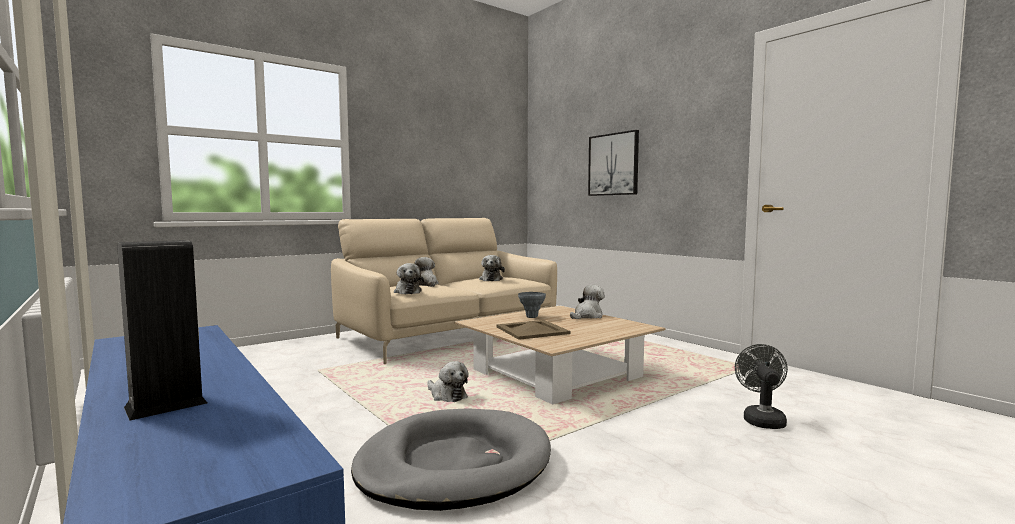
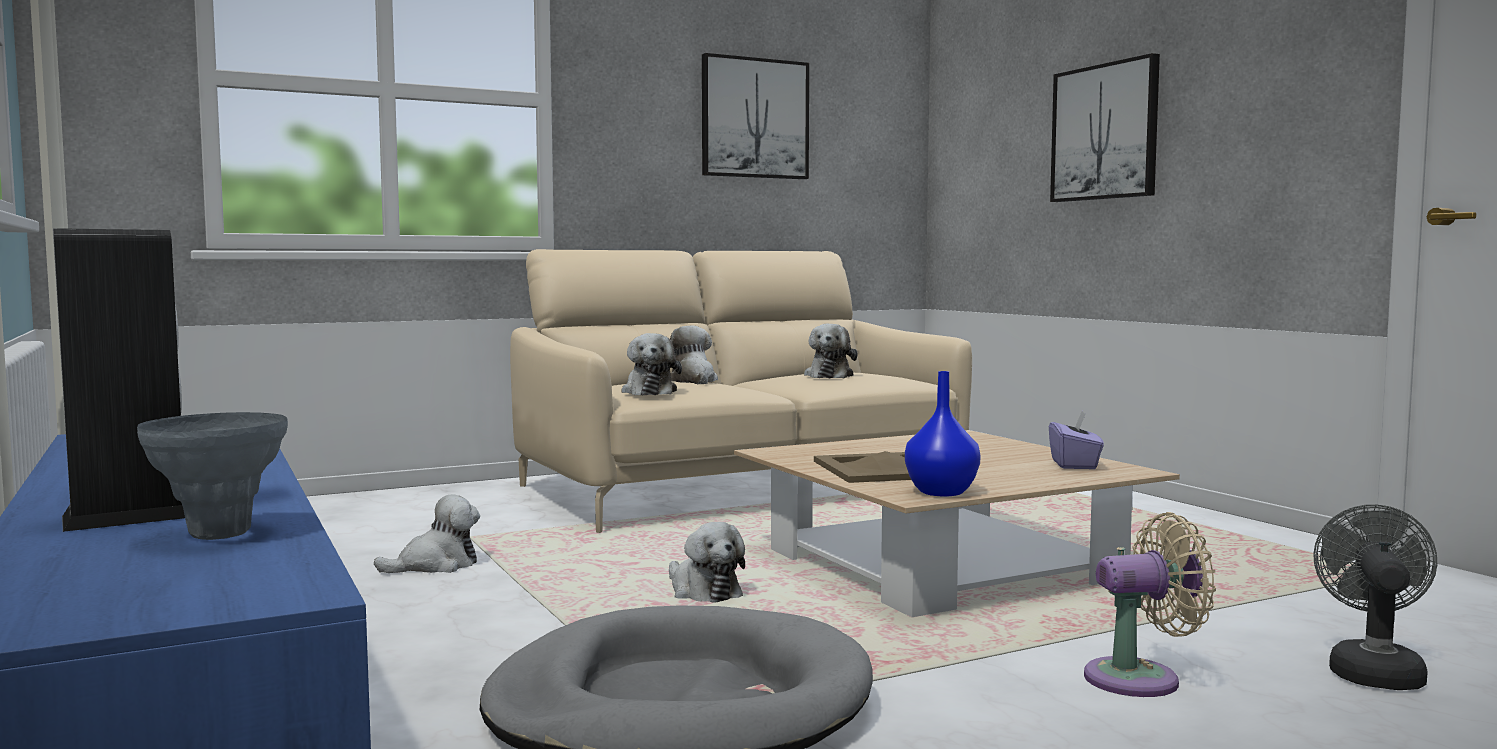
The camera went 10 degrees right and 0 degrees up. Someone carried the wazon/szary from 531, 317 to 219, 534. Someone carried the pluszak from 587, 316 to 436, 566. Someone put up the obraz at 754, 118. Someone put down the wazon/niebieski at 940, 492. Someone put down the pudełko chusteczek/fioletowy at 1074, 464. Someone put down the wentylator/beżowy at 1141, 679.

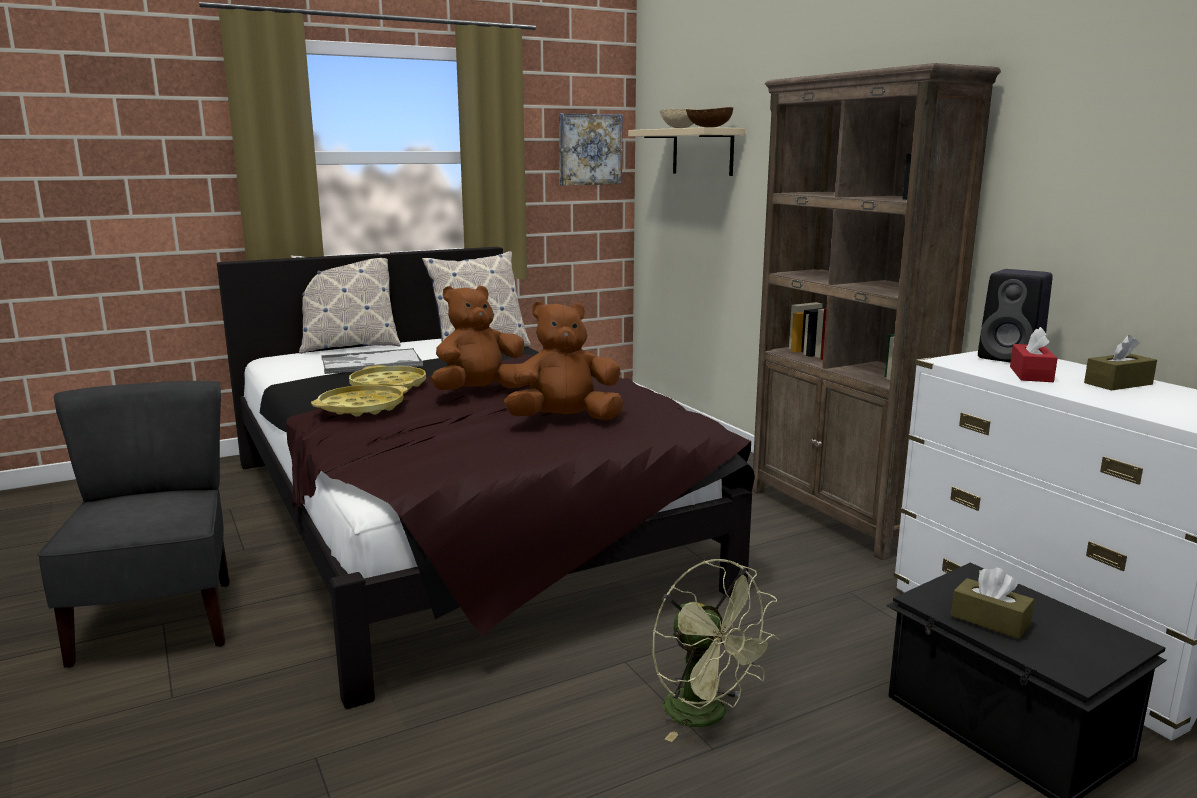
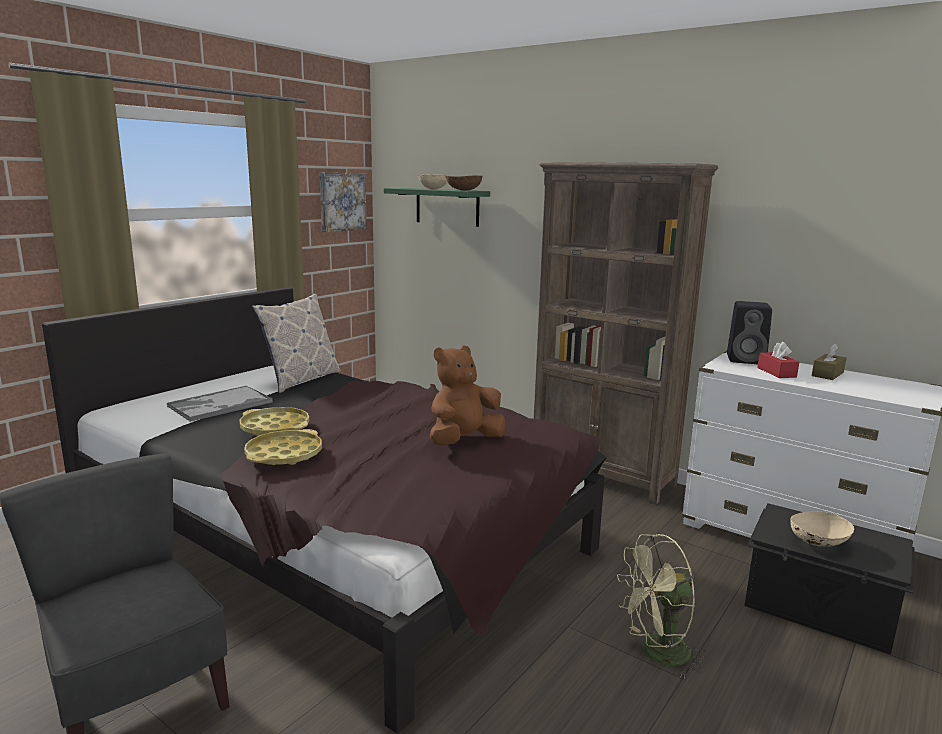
The camera went 25 degrees left and 0 degrees up. Someone repainted the półka/beżowy at 702, 152, which became the półka/zielony at 447, 207. Someone rotated the wentylator/zielony at 707, 716 by 135 degrees clockwise. Someone swapped the pudełko chusteczek/brązowy at 990, 620 for the miska/beżowy at 818, 543. Someone took away the poduszka at 349, 346. Someone took away the pluszak/brązowy at 479, 392.

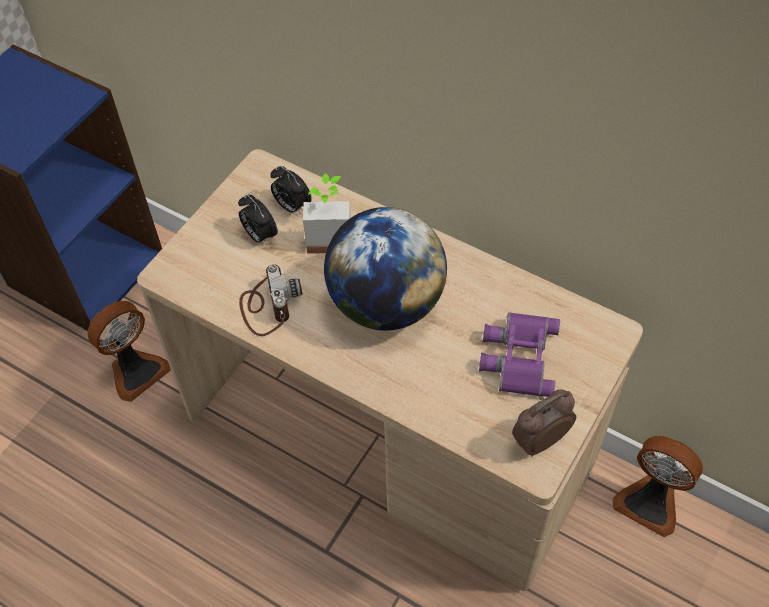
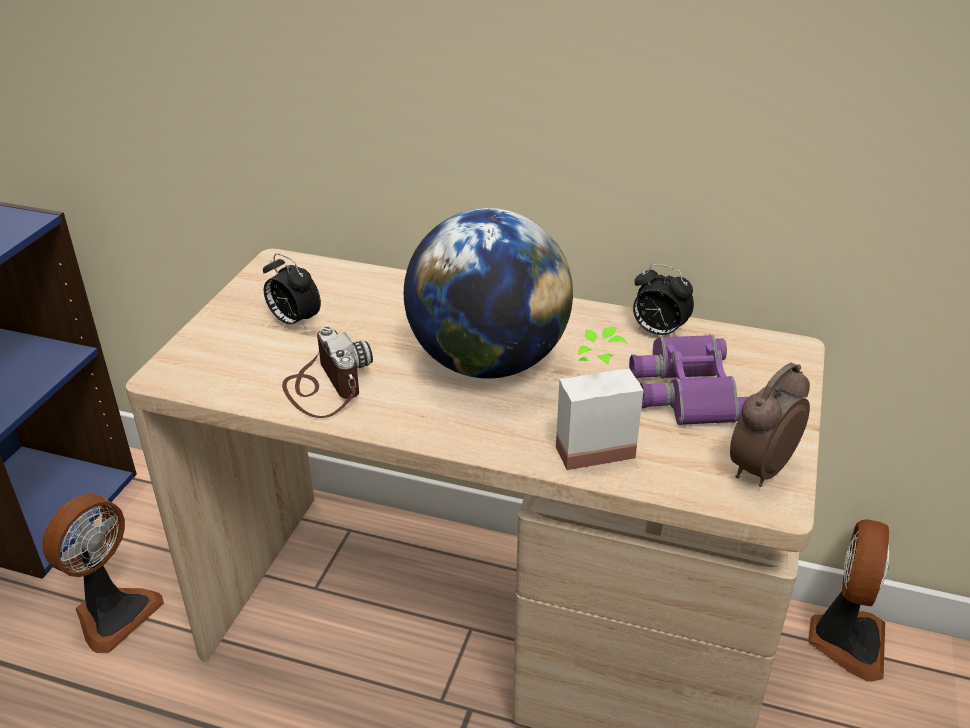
The camera went 15 degrees left and 20 degrees down. Someone carried the roślina doniczkowa from 329, 236 to 590, 443. Someone carried the budzik from 291, 206 to 657, 332. Someone rotated the wentylator at 650, 502 by 90 degrees counterclockwise.

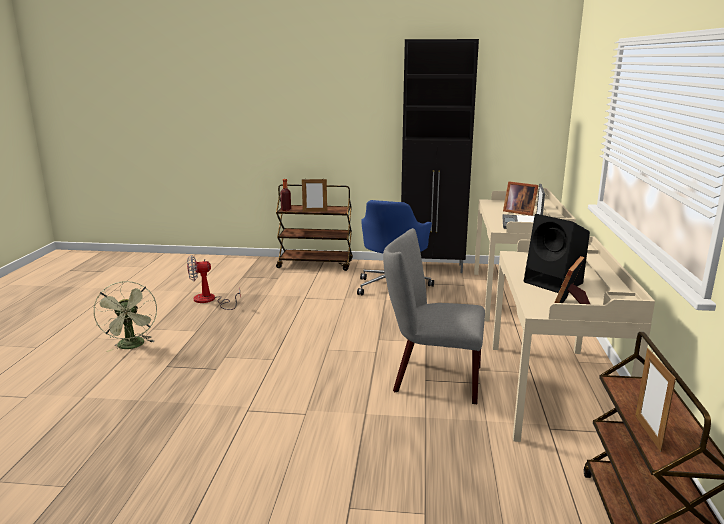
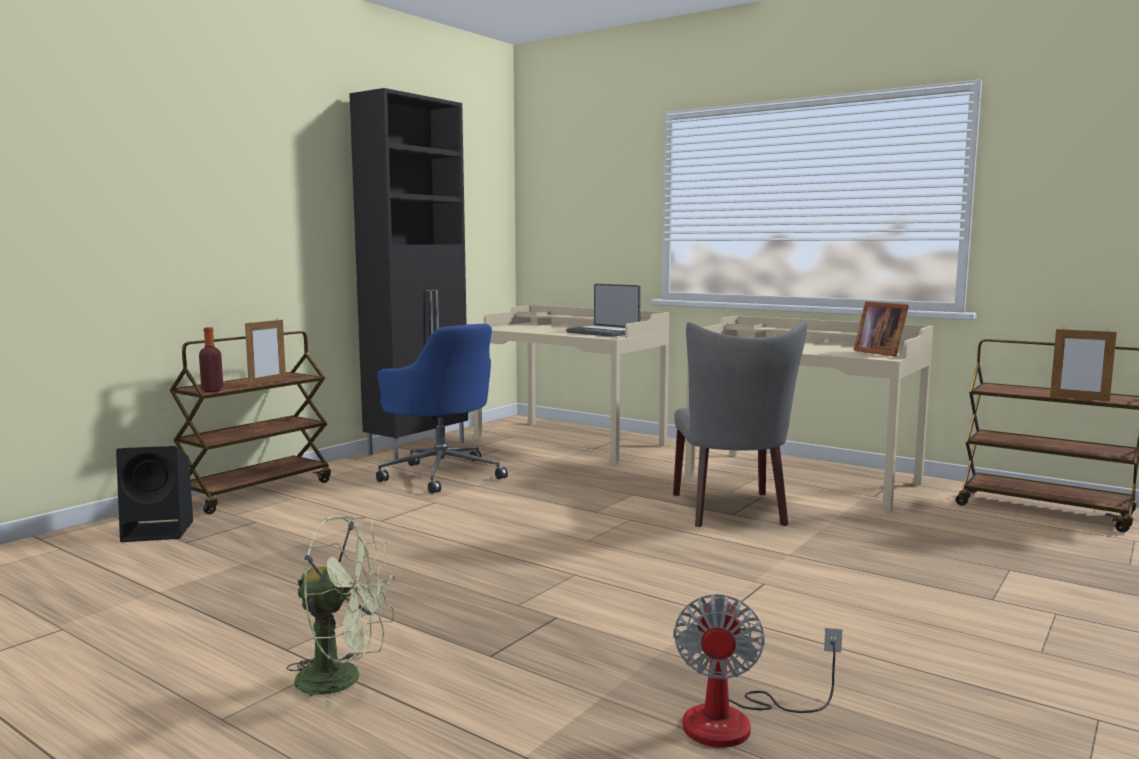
The camera went 60 degrees left and 10 degrees down. Someone carried the głośnik/czarny from 554, 283 to 160, 531. Someone rotated the krzesło/szary at 431, 379 by 45 degrees counterclockwise. Someone carried the wentylator from 210, 300 to 738, 721. Someone took away the ramka na zdjęcie at 518, 212.

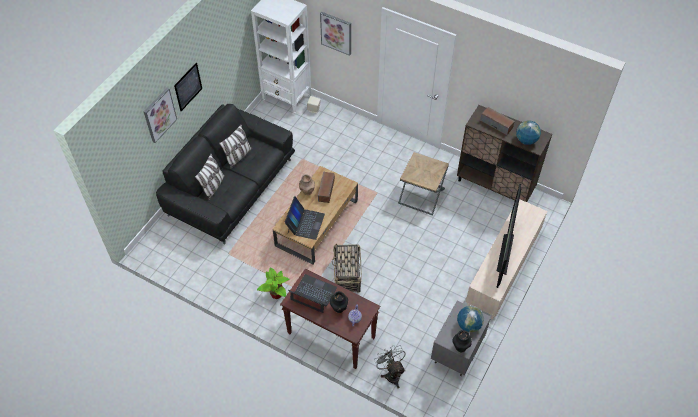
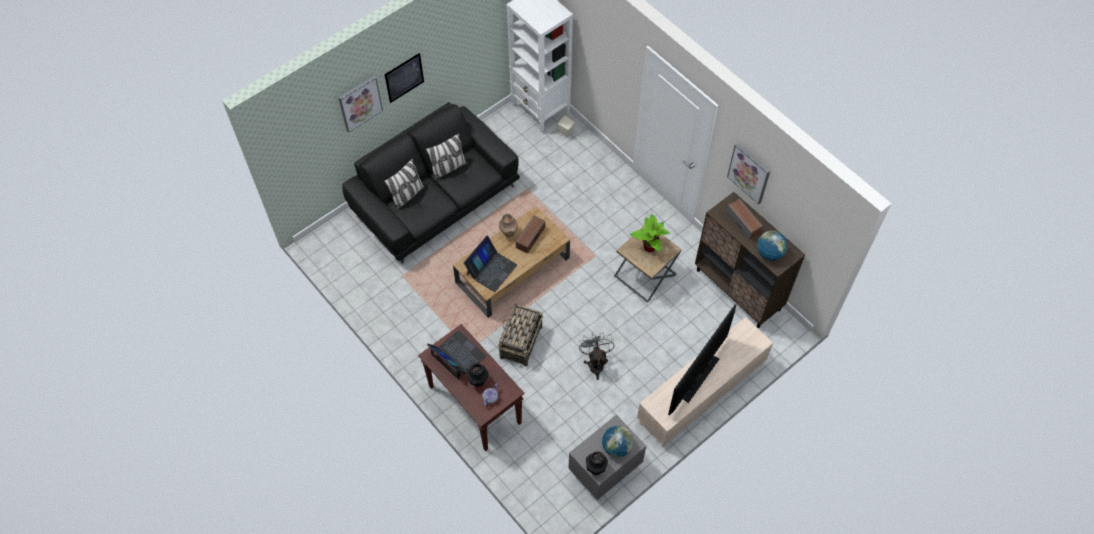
The camera went 20 degrees right and 5 degrees up. Someone carried the wentylator/szary from 391, 374 to 596, 363. Someone carried the roślina doniczkowa from 276, 294 to 649, 246. Someone carried the obraz from 336, 33 to 749, 173.

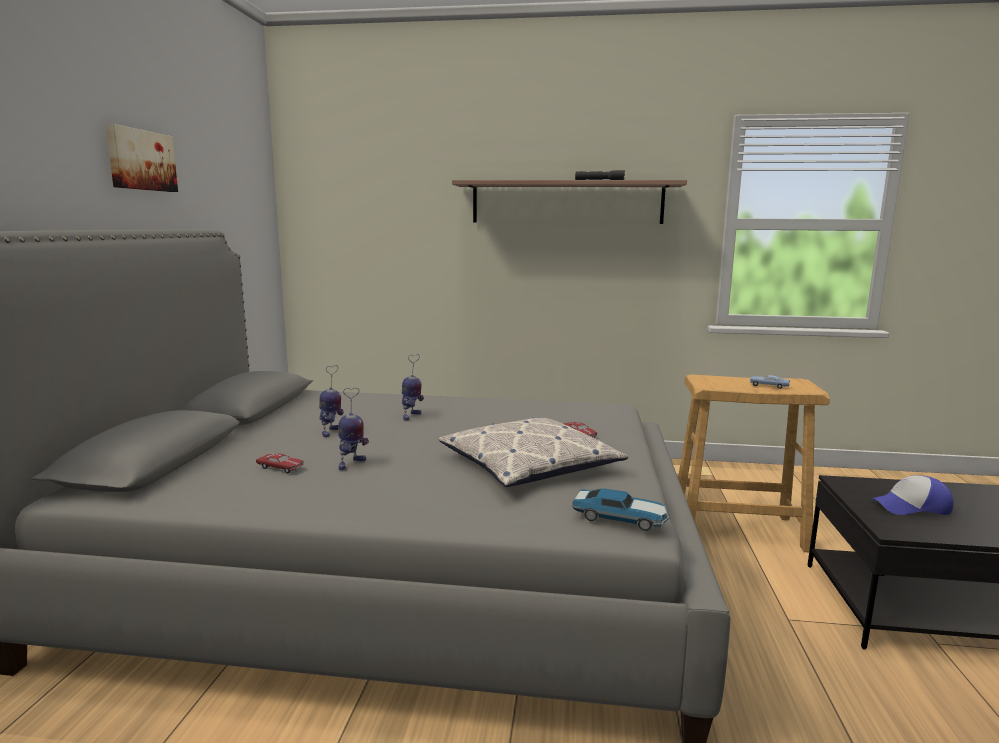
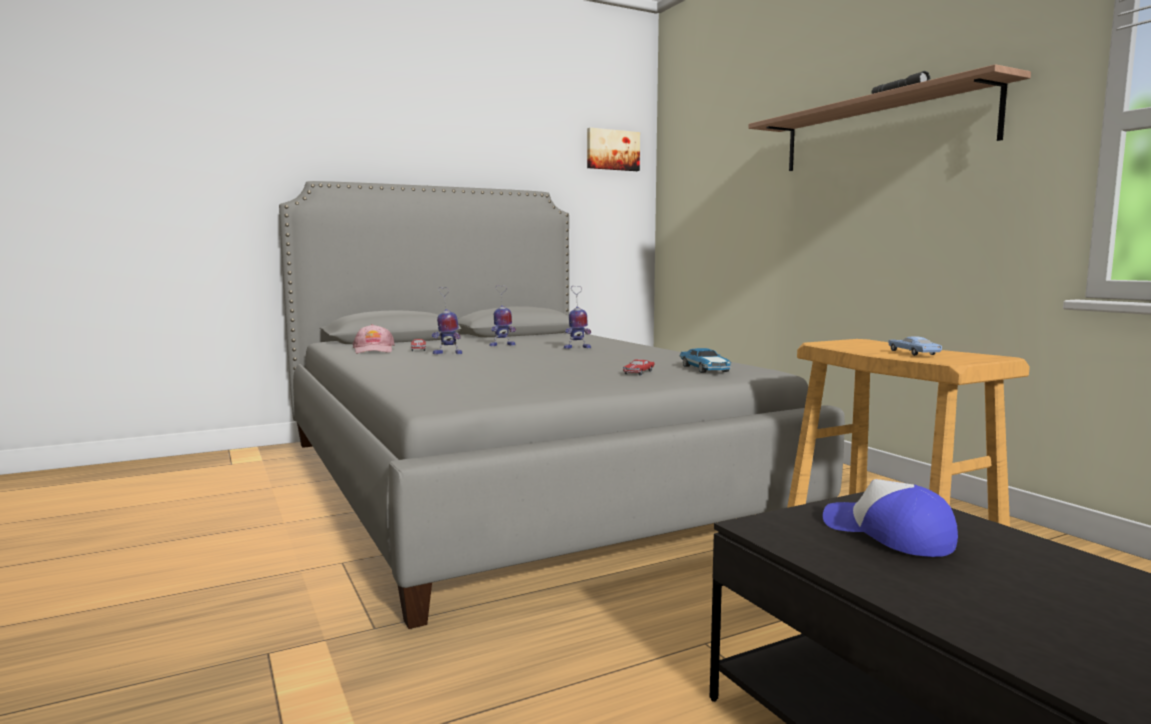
The camera went 55 degrees right and 5 degrees down. Someone put down the czapka z daszkiem/różowy at 374, 350. Someone carried the obraz from 140, 160 to 612, 150. Someone carried the samochodzik from 620, 518 to 705, 369. Someone took away the poduszka at 529, 465.

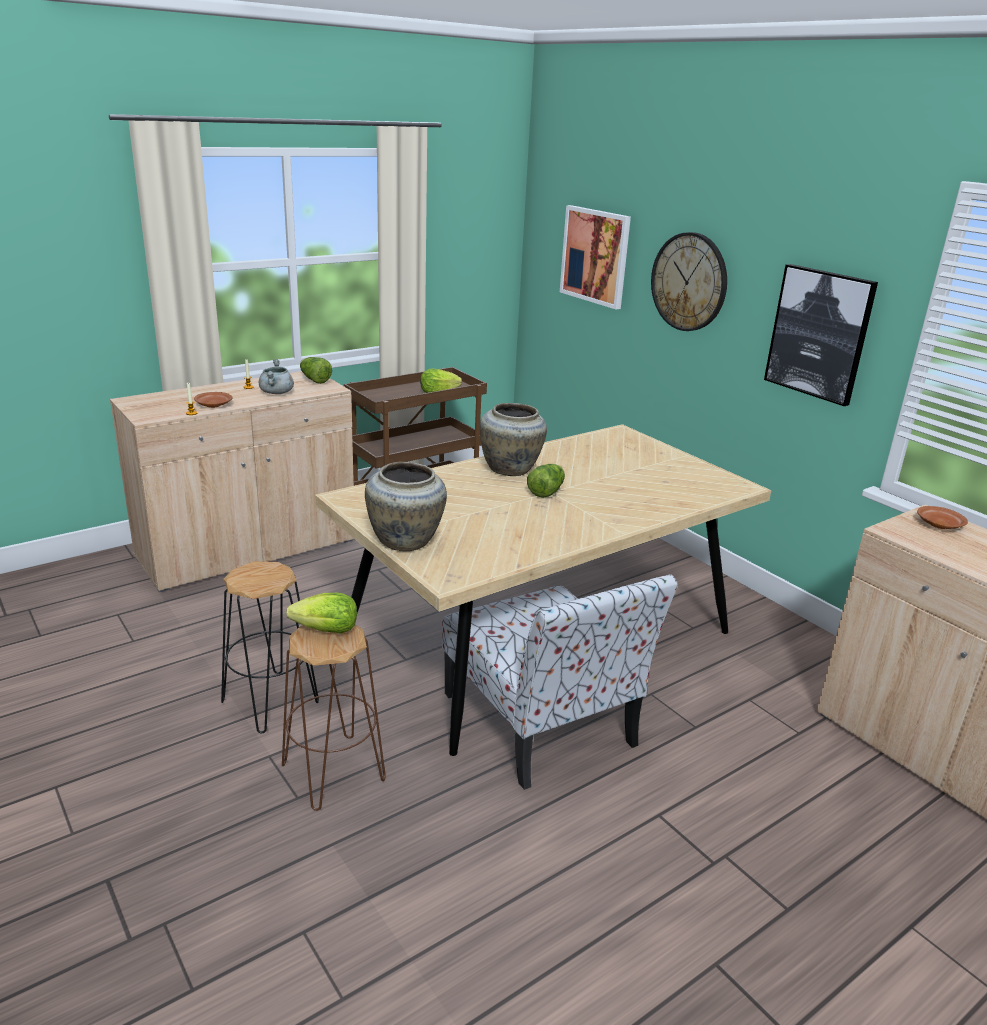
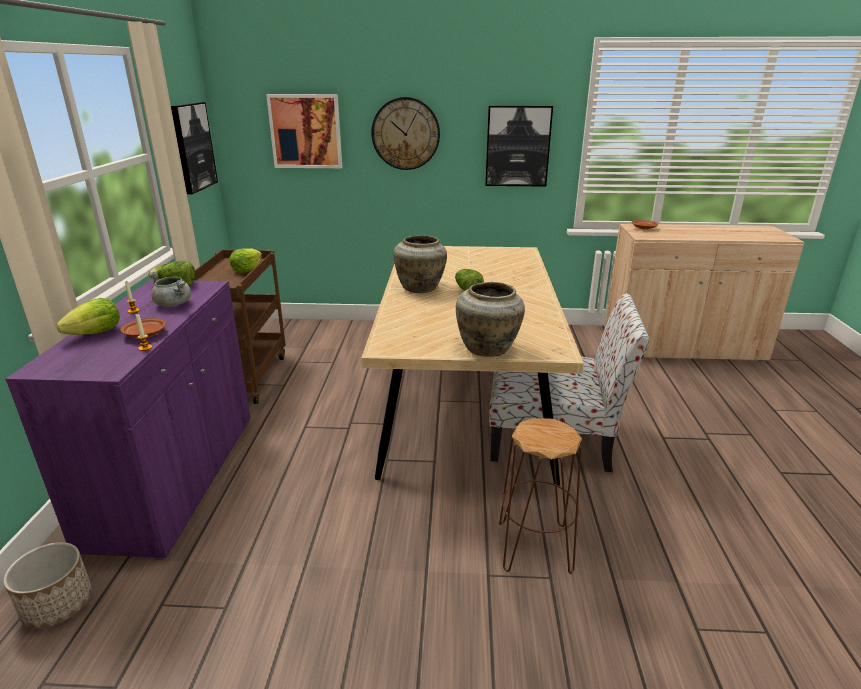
The camera went 50 degrees left and 0 degrees up. Someone put down the donica at 58, 604. Someone repainted the szafka/beżowy at 248, 550, which became the szafka/fioletowy at 176, 478. Someone carried the sałata from 327, 630 to 96, 333. Someone put up the obraz at 193, 147. Someone took away the stołek/czarny at 271, 701.

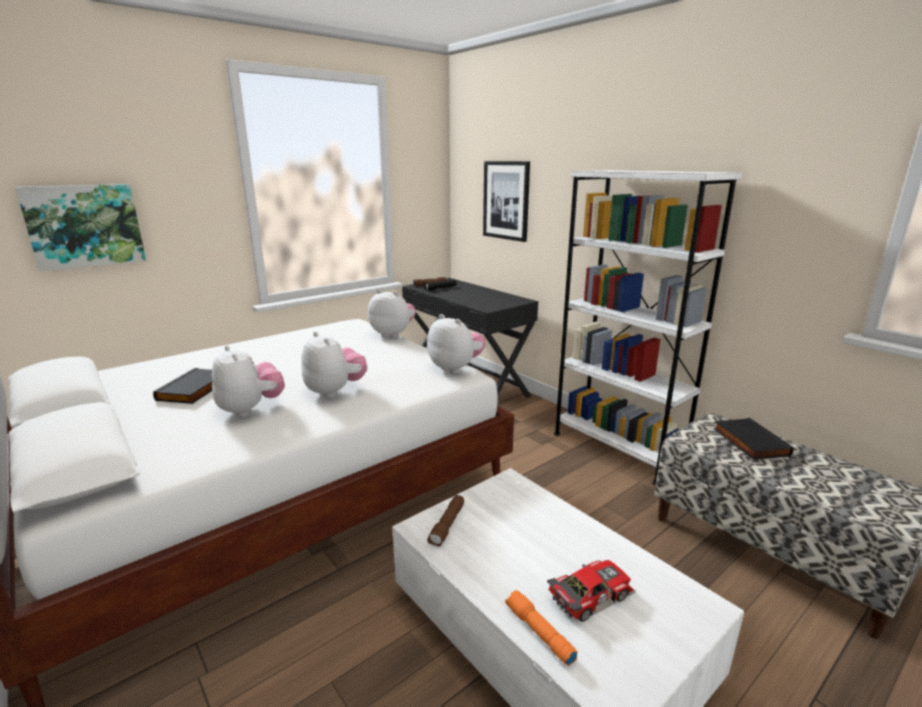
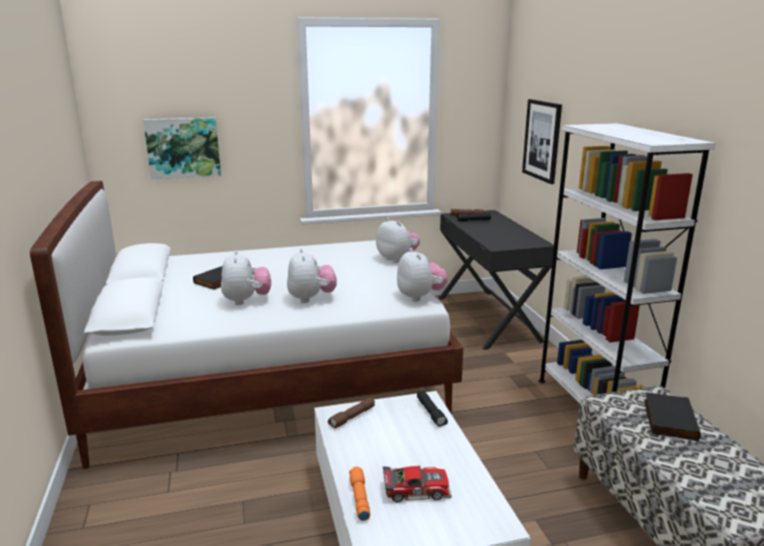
The camera went 25 degrees right and 0 degrees up. Someone put down the latarka/czarny at 431, 413.

